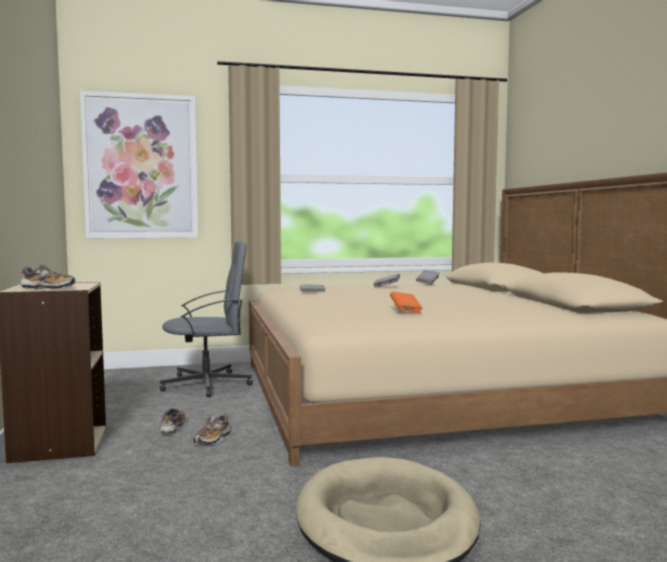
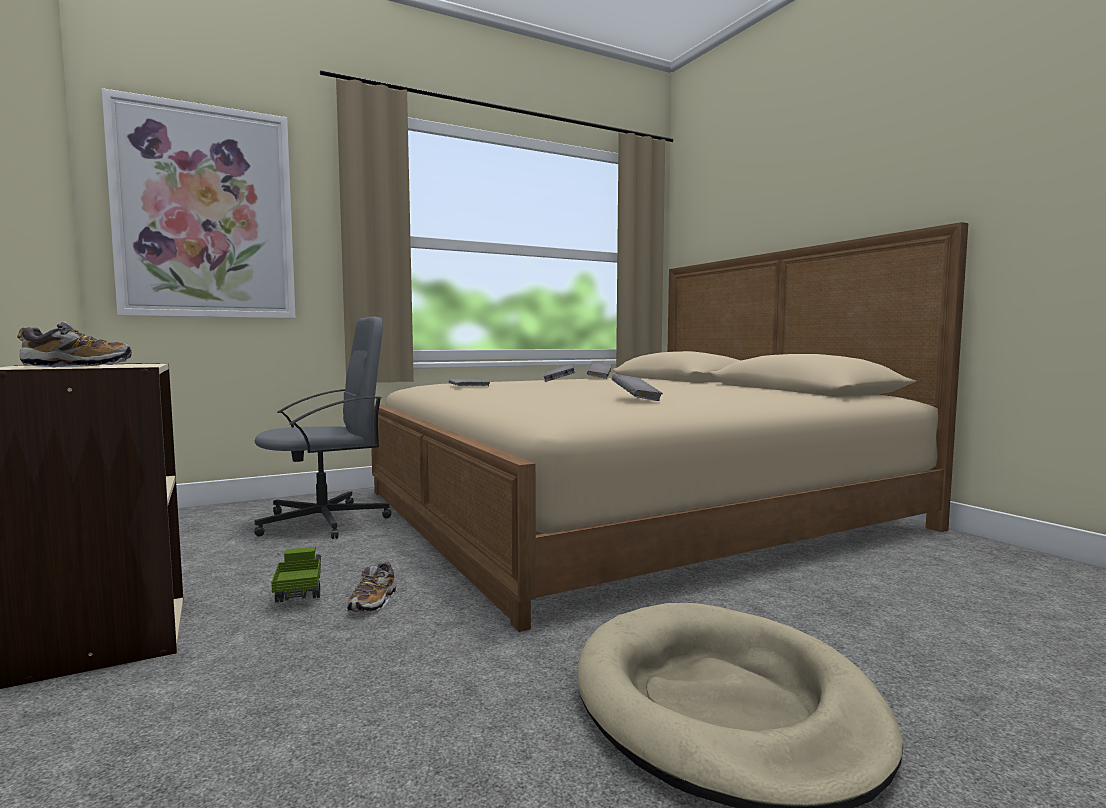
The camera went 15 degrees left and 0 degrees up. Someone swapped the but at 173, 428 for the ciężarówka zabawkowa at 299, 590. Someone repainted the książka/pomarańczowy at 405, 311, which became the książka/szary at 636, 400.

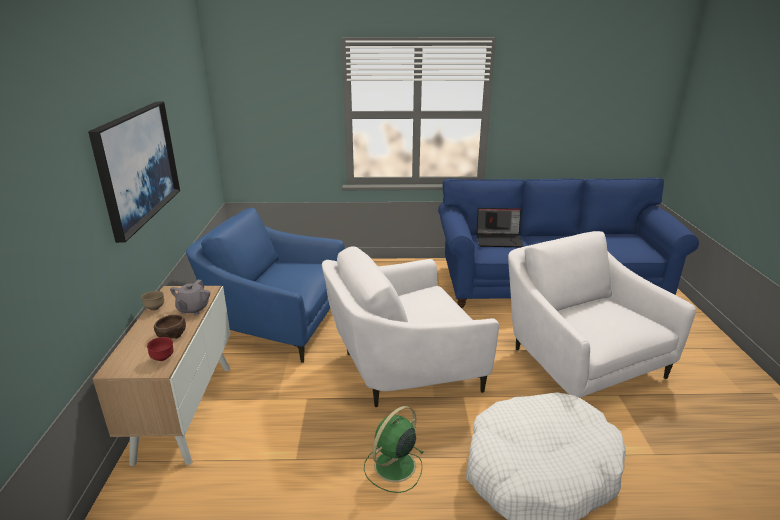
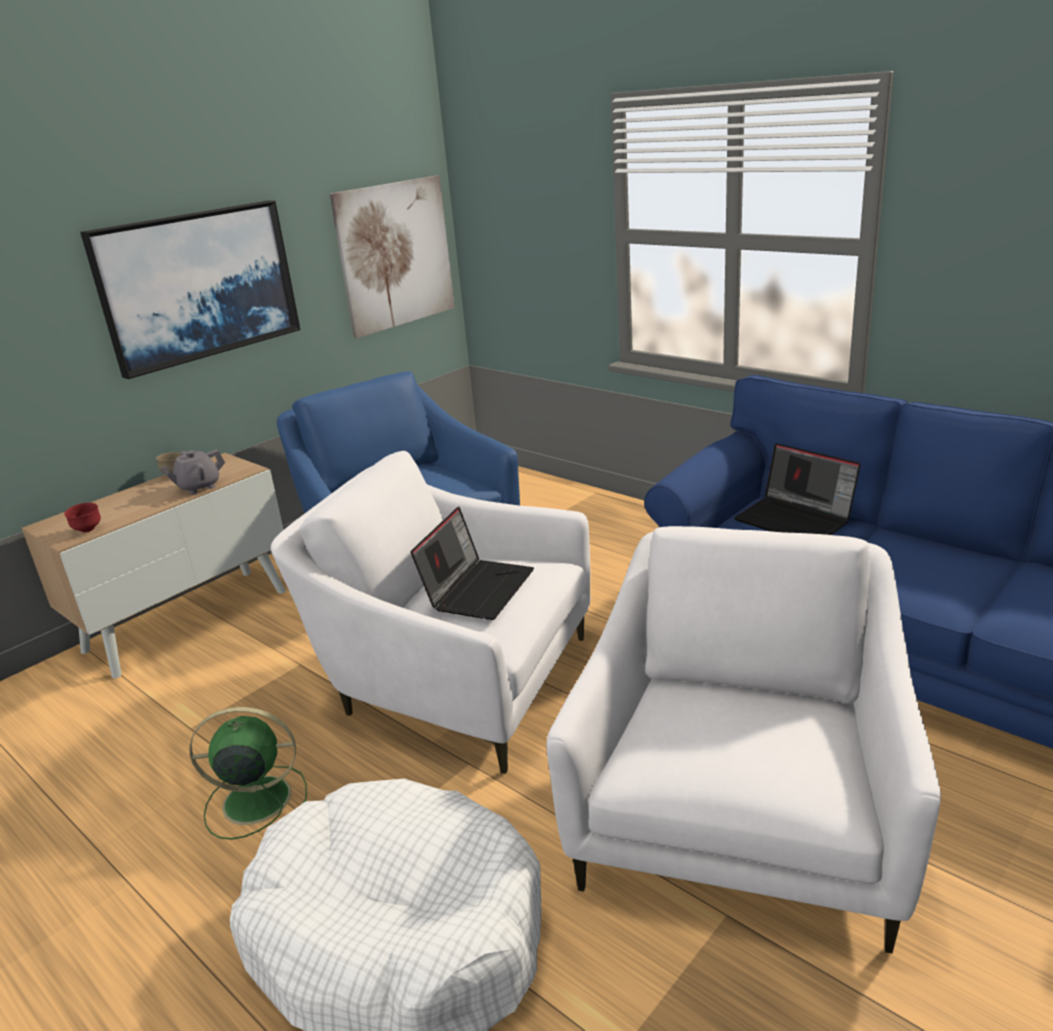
The camera went 45 degrees right and 0 degrees up. Someone put up the obraz at 395, 255. Someone put down the laptop at 478, 588. Someone took away the miska/brązowy at 171, 334.

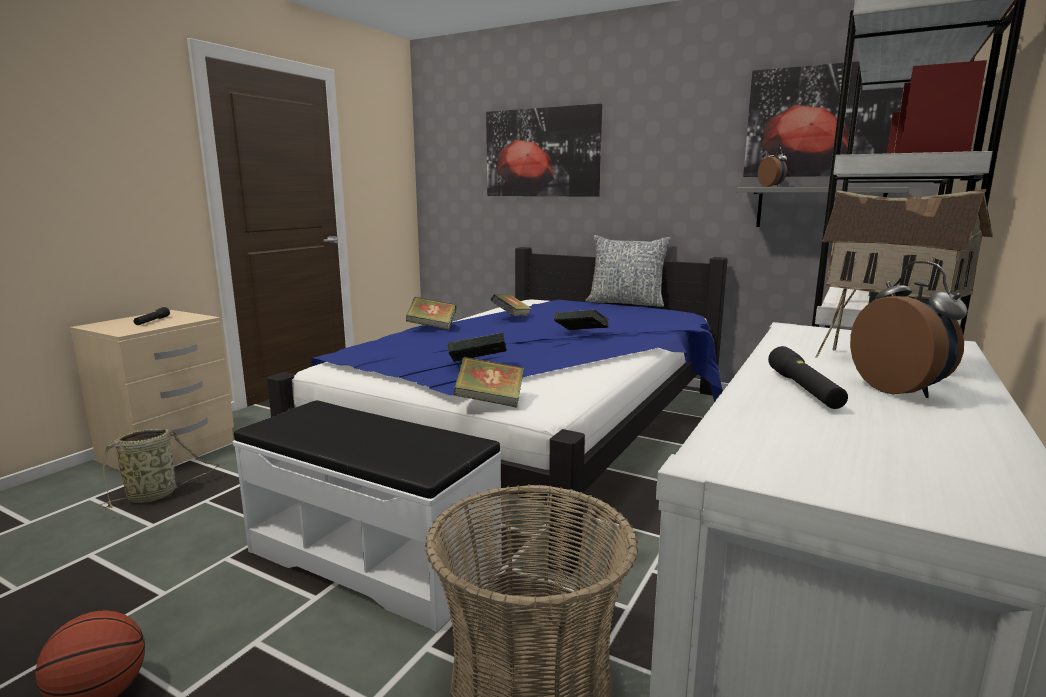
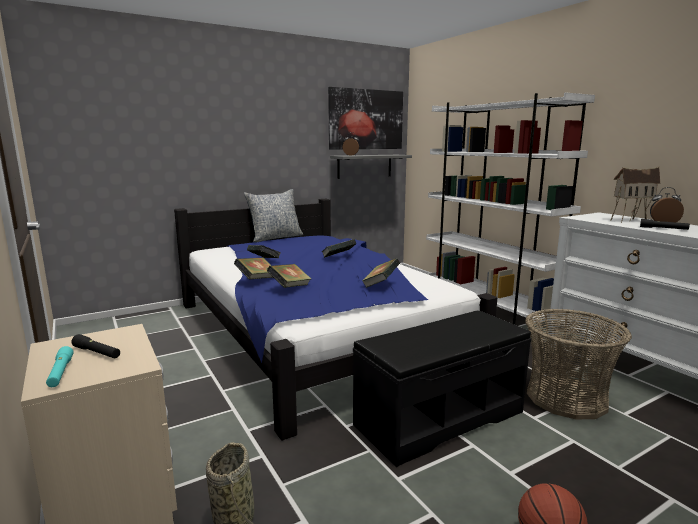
The camera went 60 degrees left and 0 degrees up. Someone put down the latarka/turkusowy at 60, 372. Someone carried the książka from 490, 401 to 290, 287. Someone repainted the ławka/biały at 373, 558, which became the ławka/czarny at 438, 417. Someone took away the obraz at 542, 153.

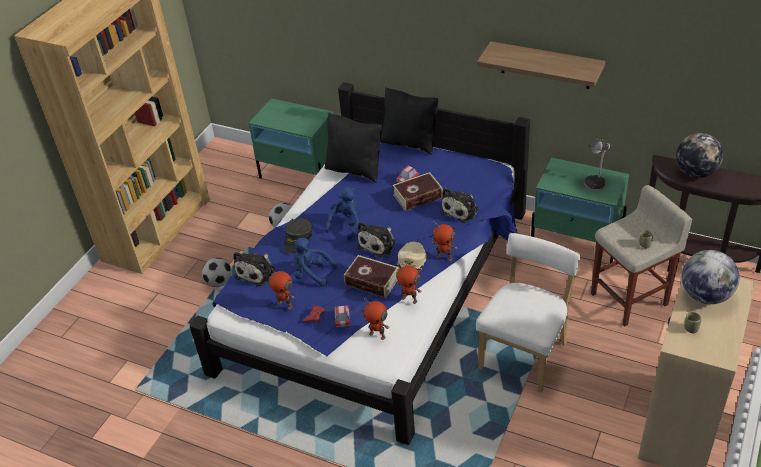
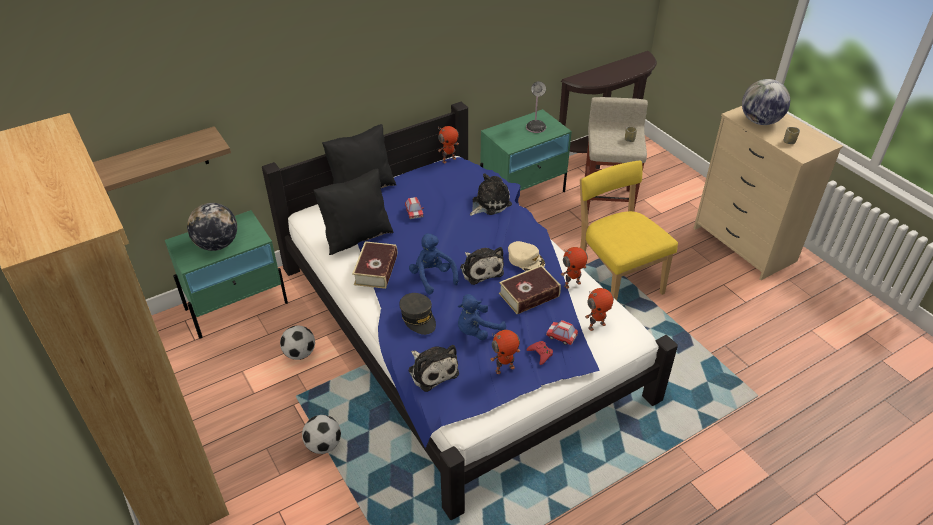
The camera went 60 degrees left and 0 degrees up. Someone carried the półka from 545, 65 to 152, 162. Someone carried the globus from 695, 172 to 217, 244. Someone carried the książka from 418, 196 to 376, 270. Someone carried the robot zabawkowy from 444, 257 to 448, 159. Someone rotated the pluszak at 461, 210 by 105 degrees counterclockwise. Someone repainted the krzesło/biały at 525, 353, which became the krzesło/żółty at 616, 280.

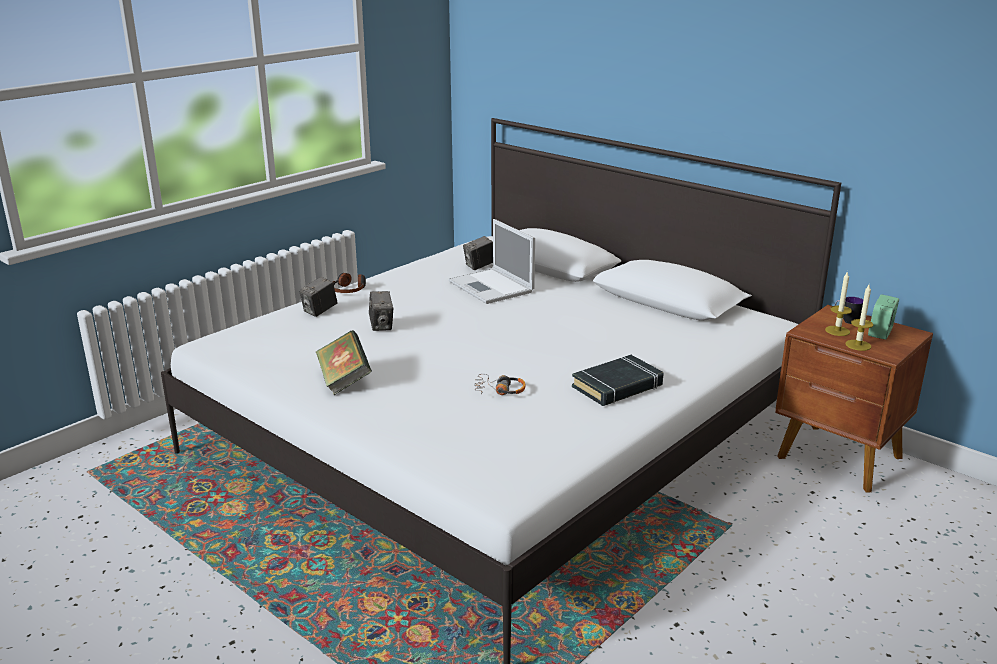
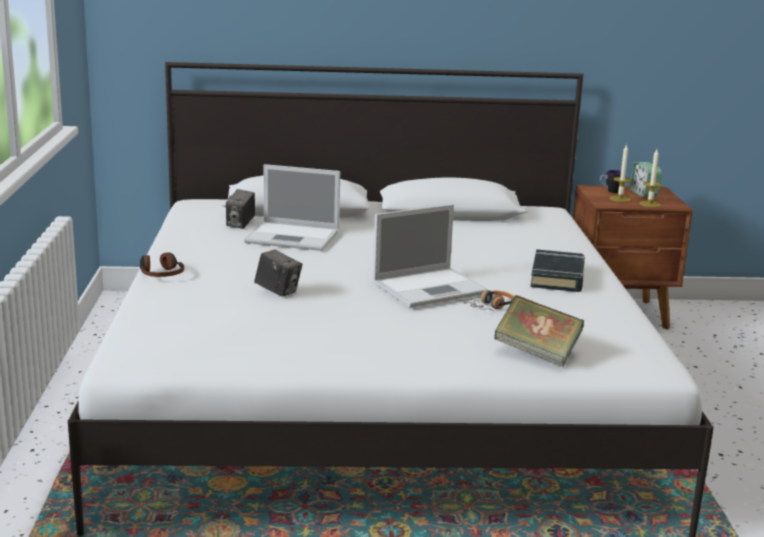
The camera went 45 degrees left and 5 degrees down. Someone put down the laptop at 431, 288. Someone carried the książka from 344, 380 to 537, 353. Someone took away the aparat fotograficzny at 319, 311.

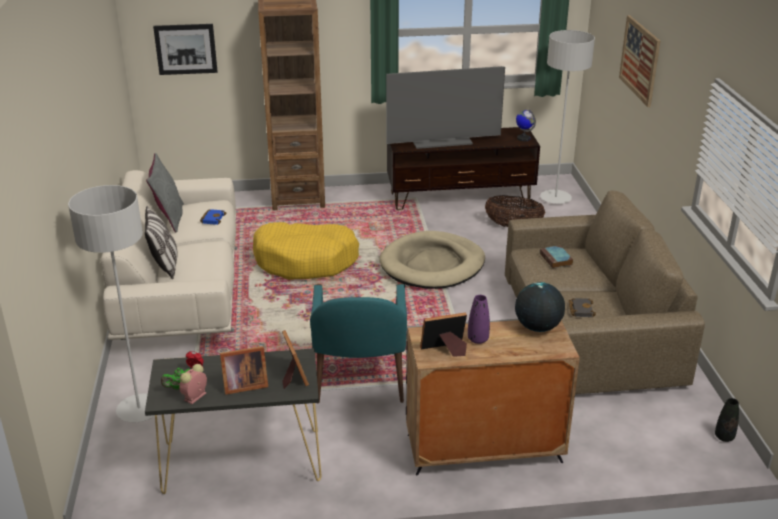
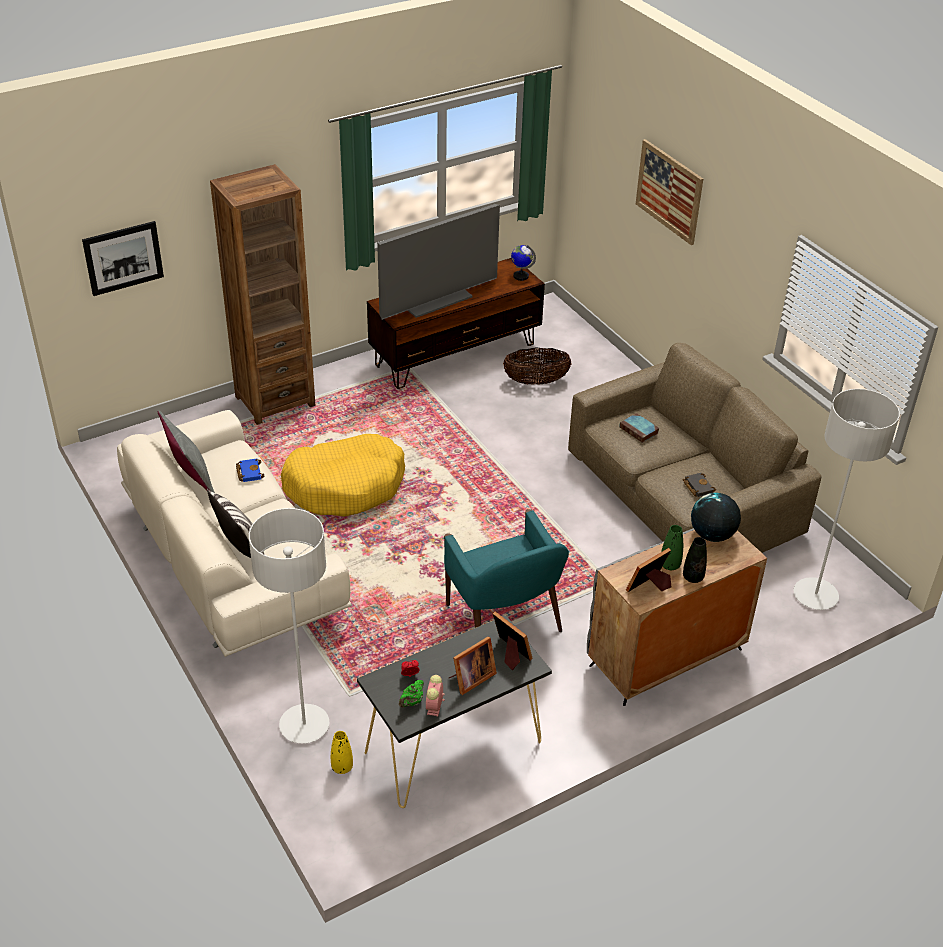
The camera went 25 degrees left and 10 degrees up. Someone put down the wazon/żółty at 342, 767. Someone repainted the wazon/fioletowy at 478, 339, which became the wazon/zielony at 670, 565. Someone carried the wazon/czarny from 724, 437 to 693, 577. Someone carried the lampa stojąca/szary from 555, 198 to 815, 595. Someone took away the legowisko/beżowy at 432, 265.

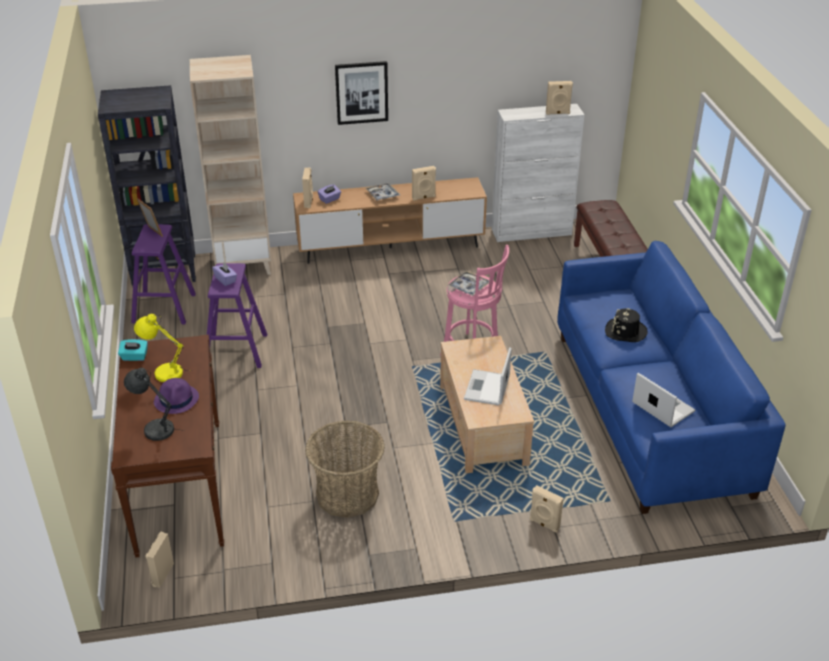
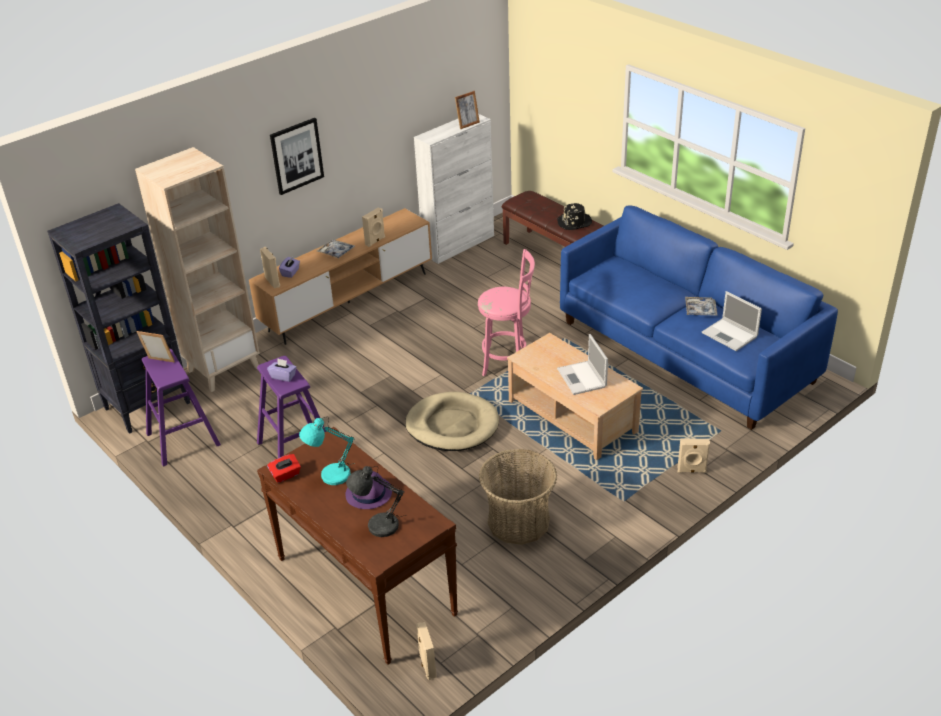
The camera went 30 degrees left and 0 degrees up. Someone repainted the pudełko chusteczek/turkusowy at 134, 357, which became the pudełko chusteczek/czerwony at 285, 475. Someone repainted the lampa stołowa/żółty at 165, 372, which became the lampa stołowa/turkusowy at 331, 475. Someone put down the legowisko/beżowy at 452, 425. Someone swapped the głośnik/beżowy at 557, 113 for the ramka na zdjęcie at 468, 124. Someone carried the kapelusz/czarny from 625, 332 to 574, 222. Someone carried the taca from 469, 287 to 700, 310. Someone rotated the laptop at 662, 407 by 150 degrees counterclockwise.

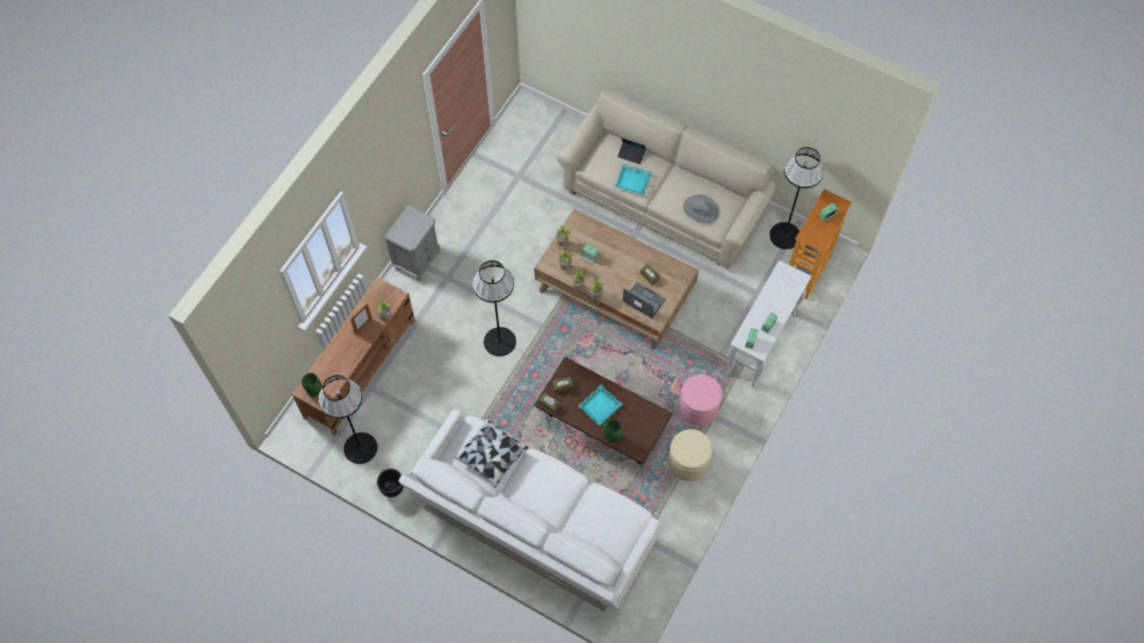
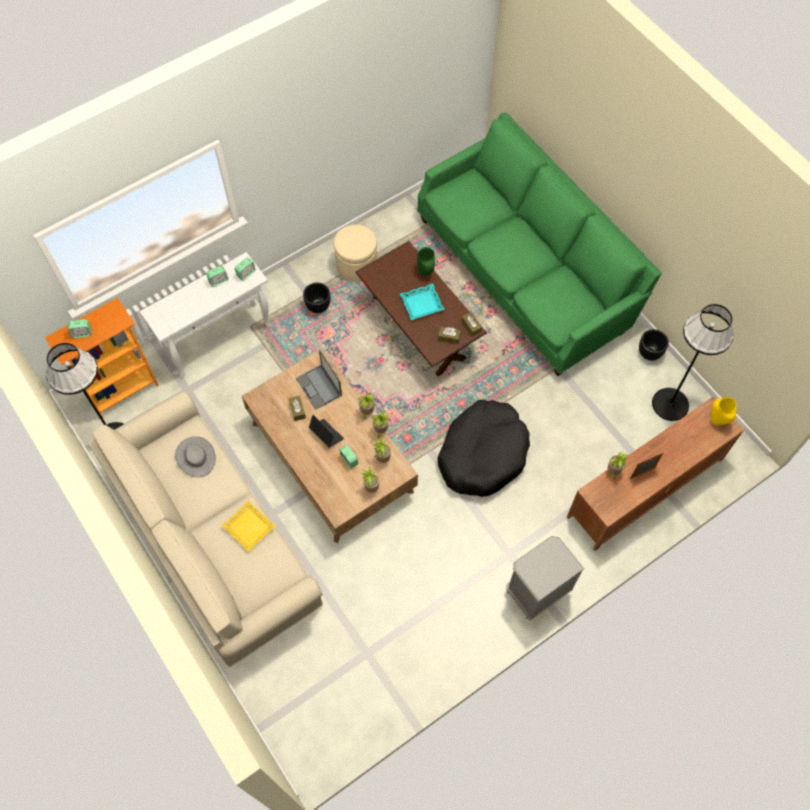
The camera went 155 degrees left and 0 degrees up. Someone repainted the taca/turkusowy at 632, 181, which became the taca/żółty at 249, 527. Someone swapped the pufa/różowy at 698, 408 for the donica/czarny at 318, 307. Someone carried the laptop from 631, 154 to 326, 434. Someone repainted the kanapa/biały at 533, 522, which became the kanapa/zielony at 525, 272. Someone swapped the lampa stojąca/czarny at 499, 341 for the legowisko/czarny at 482, 453. Someone repainted the wazon/zielony at 315, 392, which became the wazon/żółty at 717, 420. Someone took away the poduszka at 491, 456.

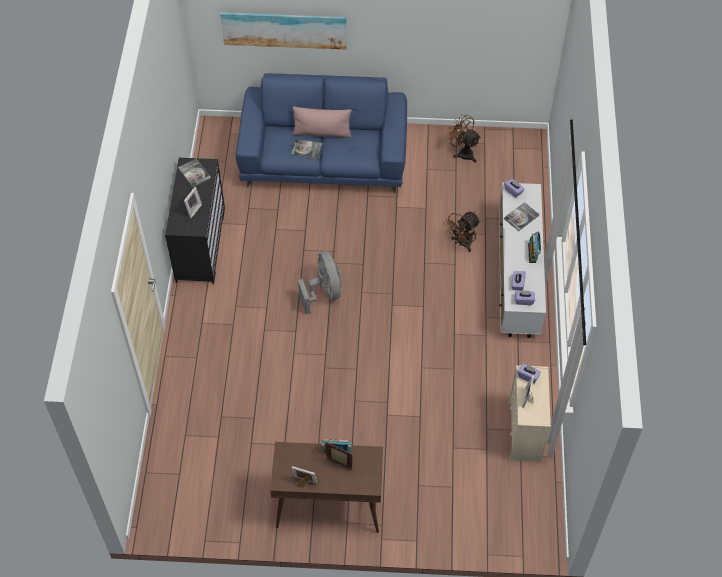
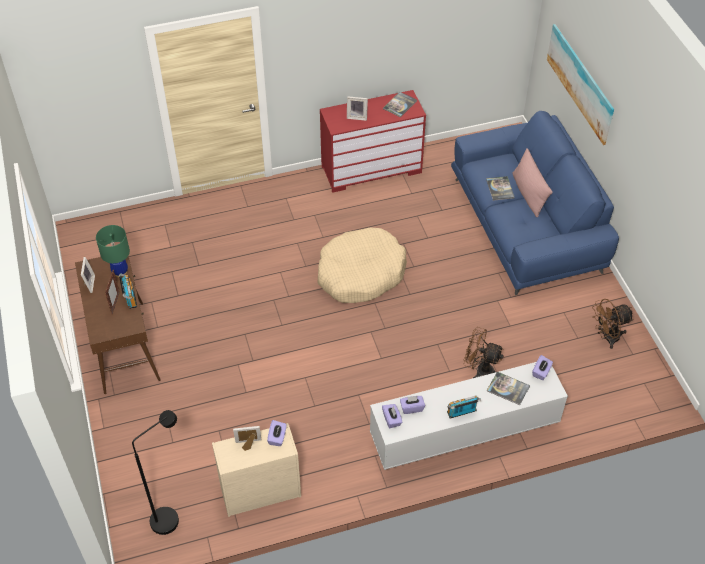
The camera went 70 degrees right and 5 degrees down. Someone put down the lampa stołowa/zielony at 120, 272. Someone put down the lampa stojąca/czarny at 170, 515. Someone swapped the wentylator/szary at 324, 292 for the legowisko/beżowy at 360, 273. Someone repainted the komoda/czarny at 200, 244, which became the komoda/czerwony at 371, 169. Someone rotated the wentylator/brązowy at 462, 152 by 135 degrees counterclockwise.

